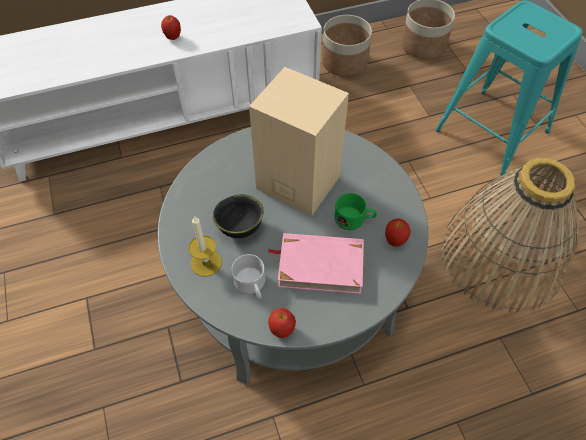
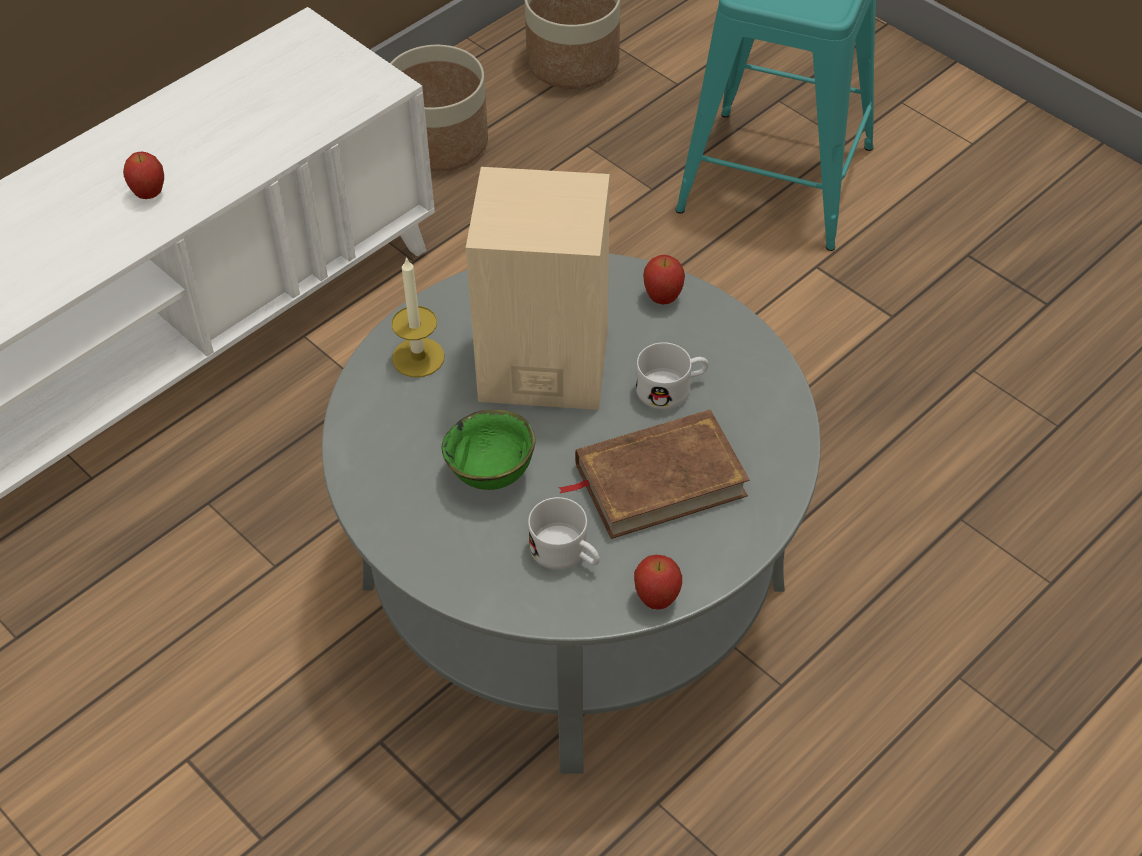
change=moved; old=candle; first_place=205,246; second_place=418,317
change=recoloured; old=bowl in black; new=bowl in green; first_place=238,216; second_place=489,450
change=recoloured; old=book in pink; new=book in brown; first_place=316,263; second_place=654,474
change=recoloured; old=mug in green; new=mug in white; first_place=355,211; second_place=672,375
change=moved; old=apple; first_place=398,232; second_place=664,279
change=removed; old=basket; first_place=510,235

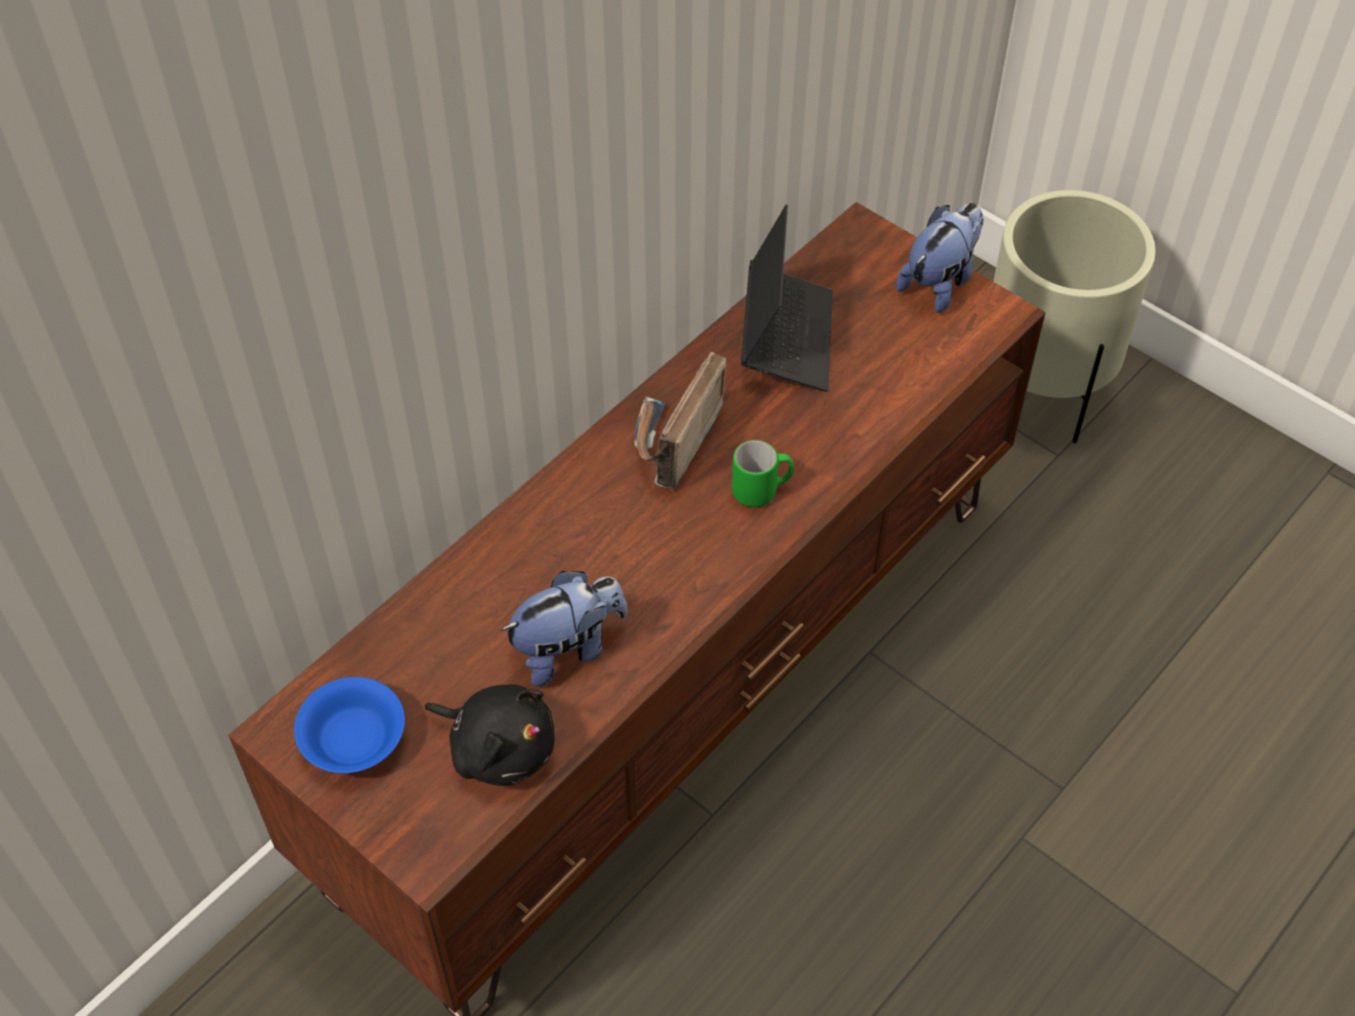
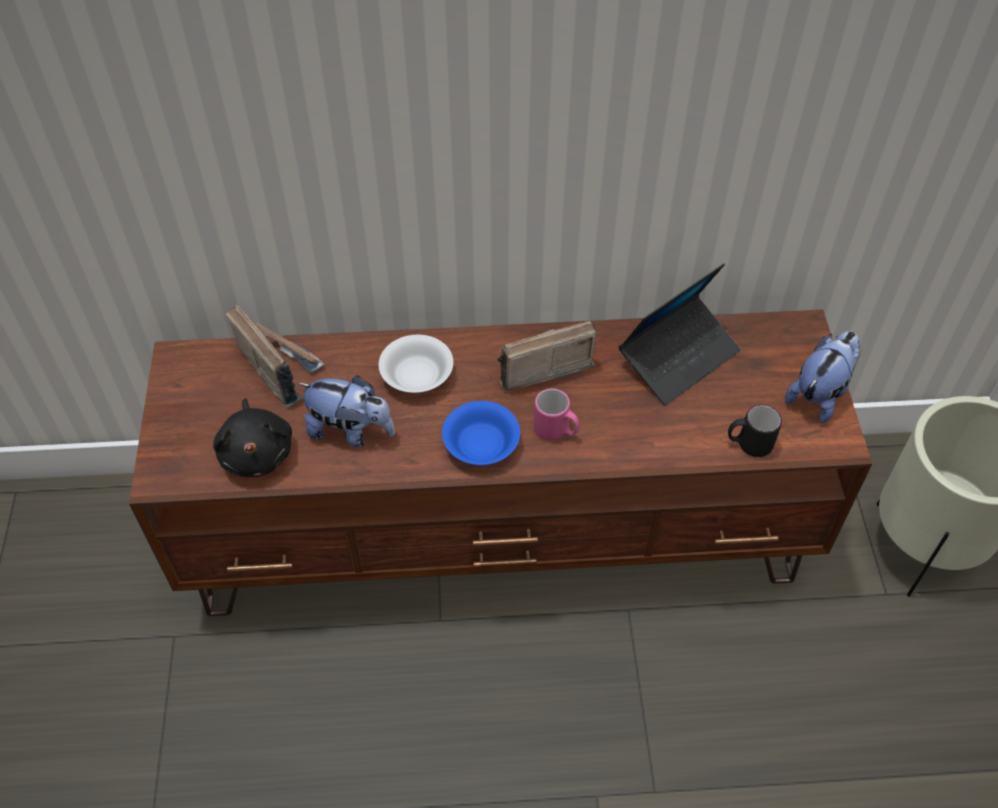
change=moved; old=bowl in blue; first_place=349,725; second_place=481,433
change=recoloured; old=mug in green; new=mug in pink; first_place=763,473; second_place=557,415
change=turned; old=plush toy; first_place=940,258; second_place=823,377; degrees=-45
change=added; new=radio; second_place=275,356
change=added; new=bowl in white; second_place=416,364
change=added; new=mug in black; second_place=755,431

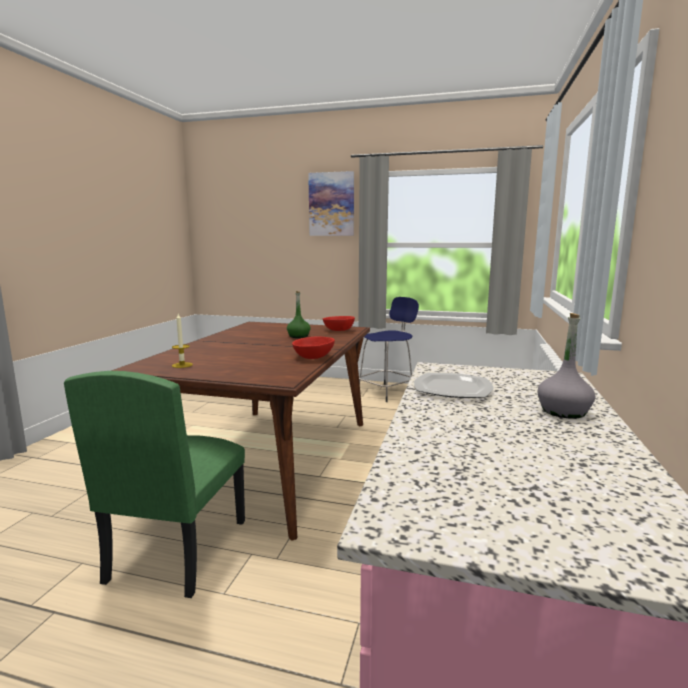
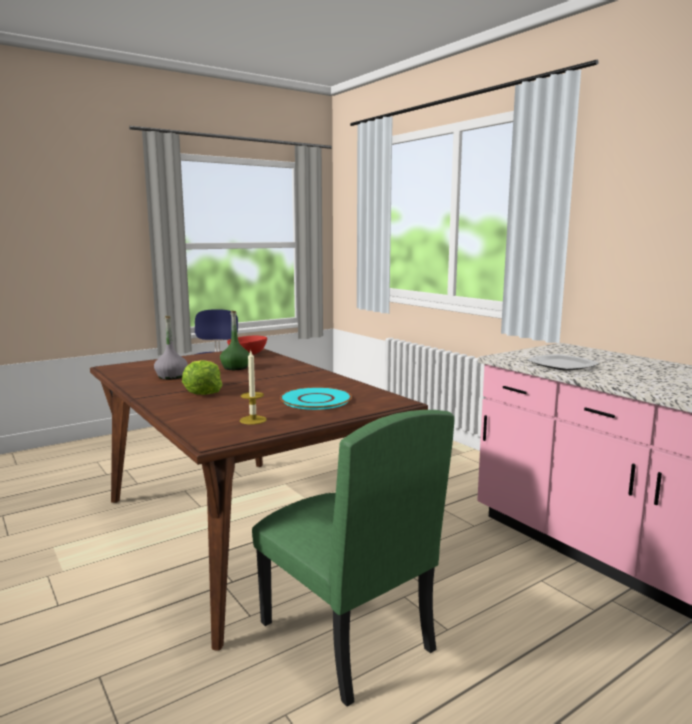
change=removed; old=bowl in red; first_place=313,347
change=removed; old=picture; first_place=331,203
change=moved; old=bottle in grey; first_place=566,366; second_place=171,348
change=added; new=lettuce; second_place=202,377
change=added; new=plate in turquoise; second_place=316,398

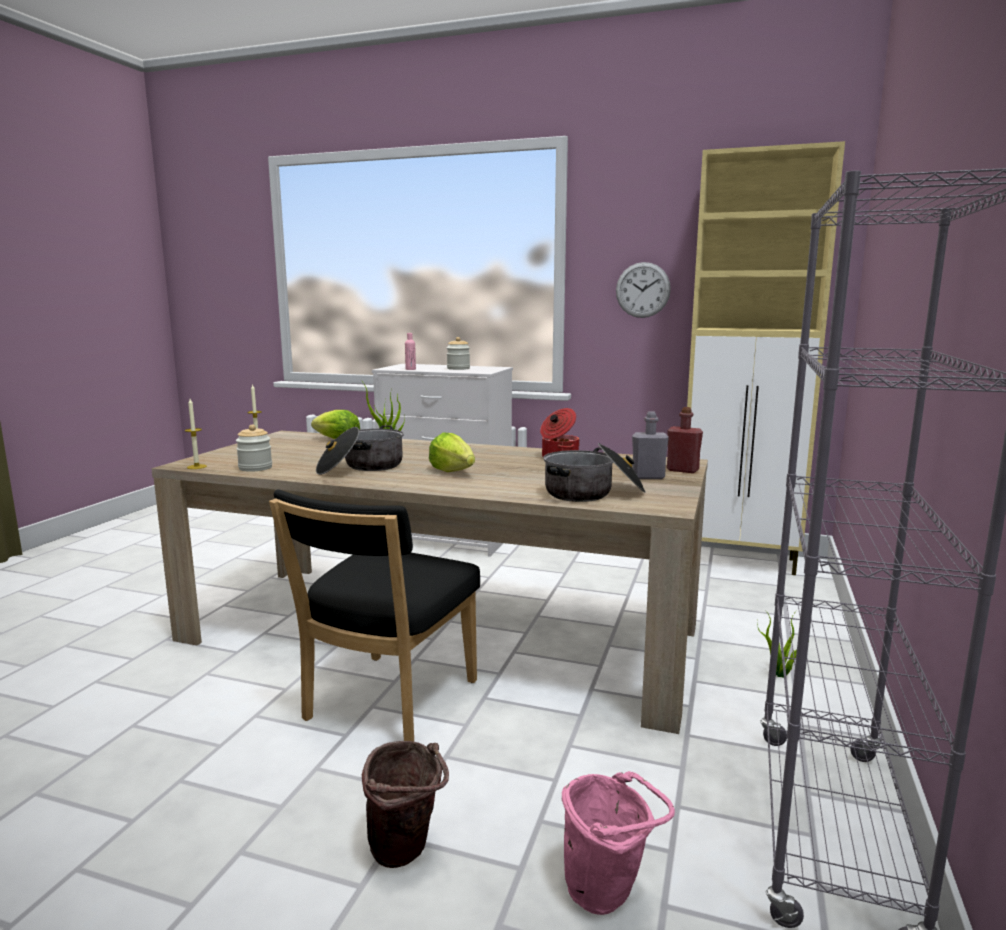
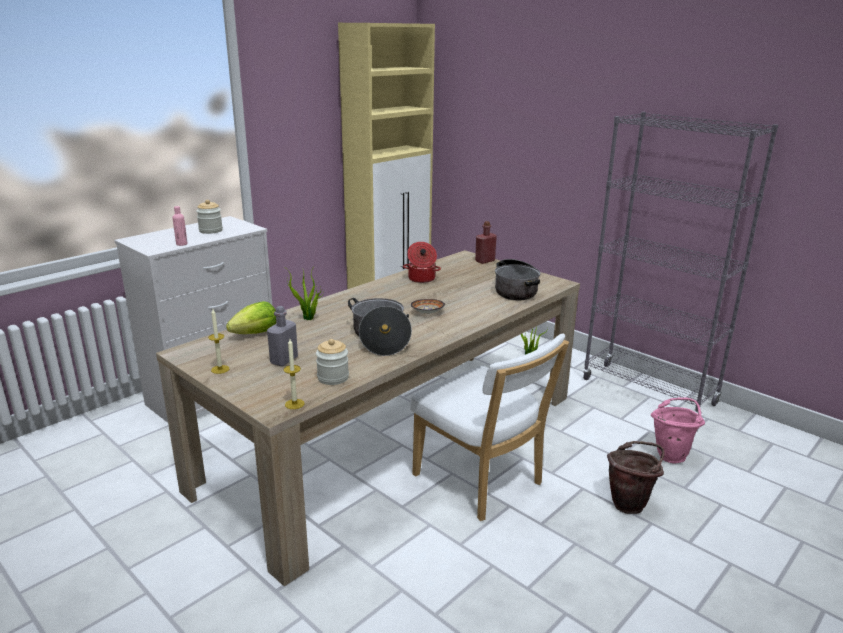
change=recoloured; old=chair in black; new=chair in white; first_place=374,615; second_place=489,427
change=replaced; old=lettuce; new=bowl; first_place=452,452; second_place=428,306
change=removed; old=wall clock; first_place=643,290
change=moved; old=bottle in grey; first_place=650,445; second_place=282,336

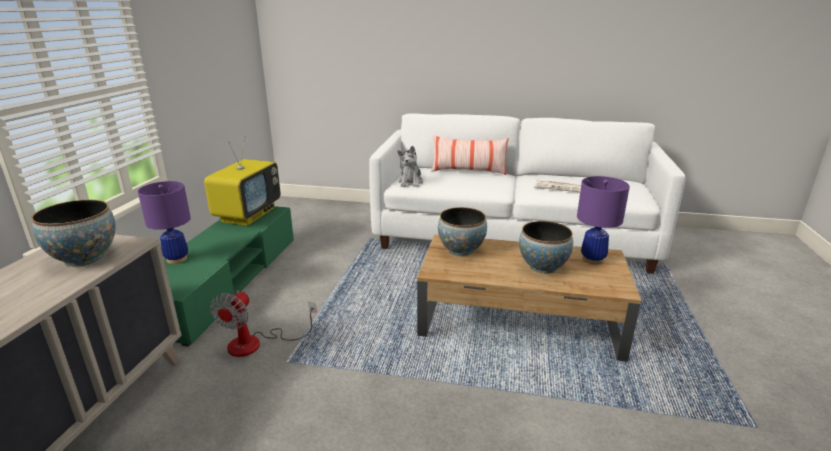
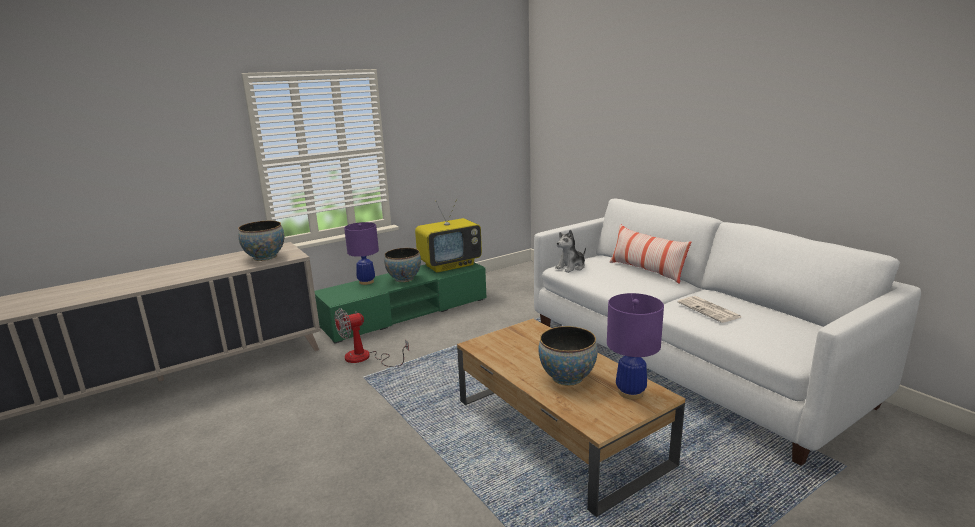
change=moved; old=bowl; first_place=462,231; second_place=402,265

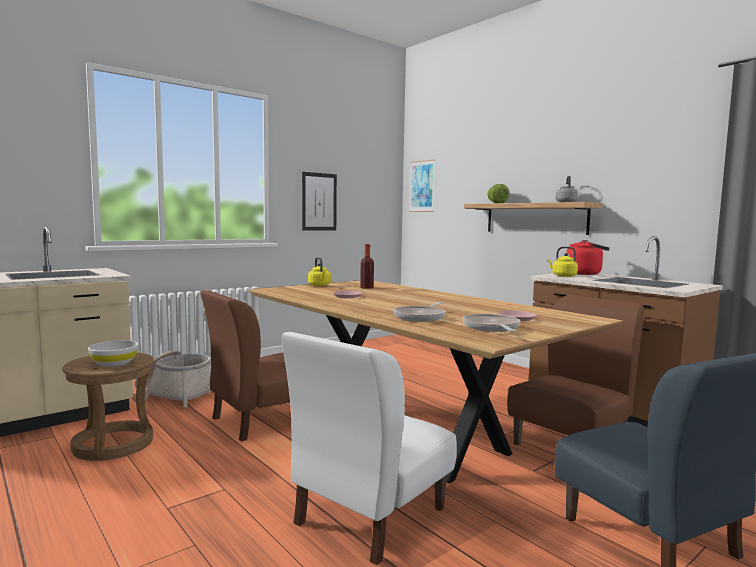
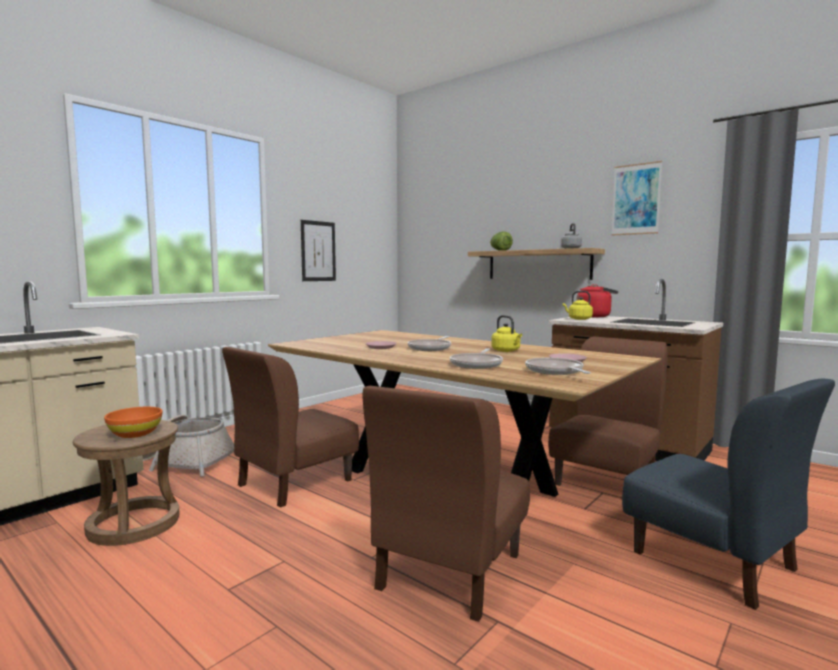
change=recoloured; old=bowl in white; new=bowl in orange; first_place=113,353; second_place=133,422
change=recoloured; old=chair in white; new=chair in brown; first_place=369,448; second_place=446,504
change=moved; old=kettle in yellow; first_place=319,271; second_place=506,333
change=removed; old=bottle; first_place=367,266
change=moved; old=picture; first_place=422,185; second_place=636,198
change=added; new=frying pan; second_place=429,343

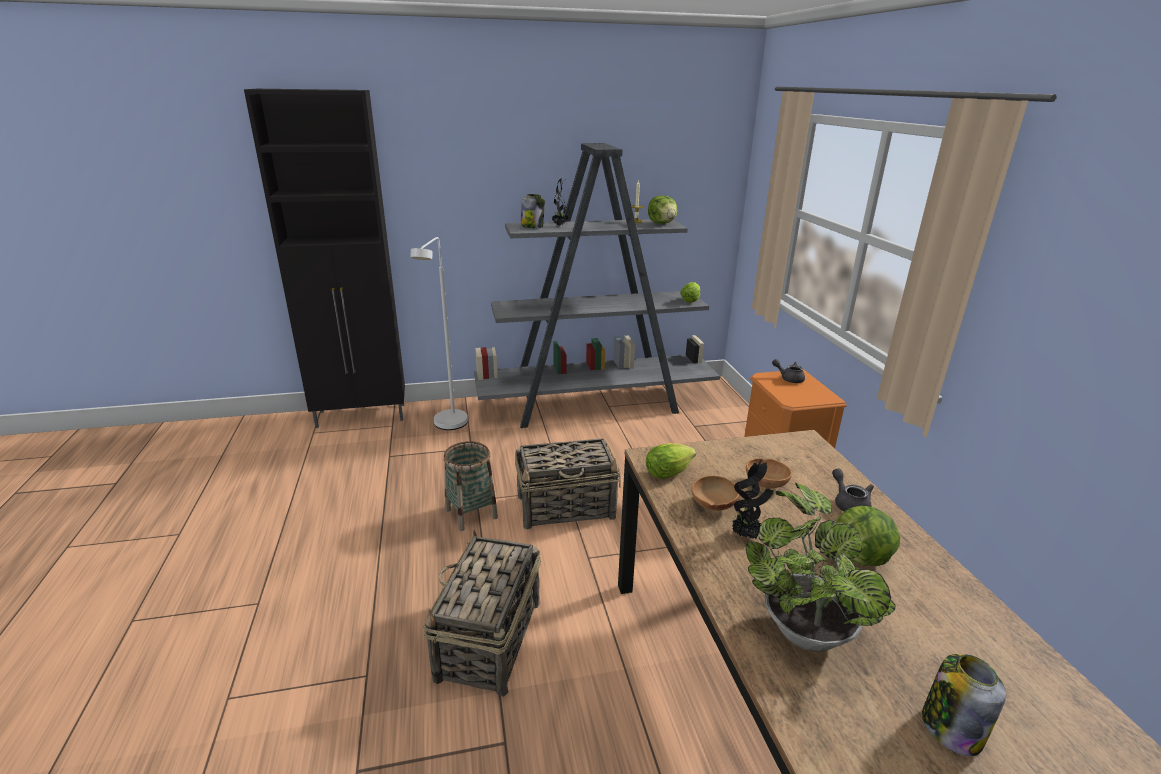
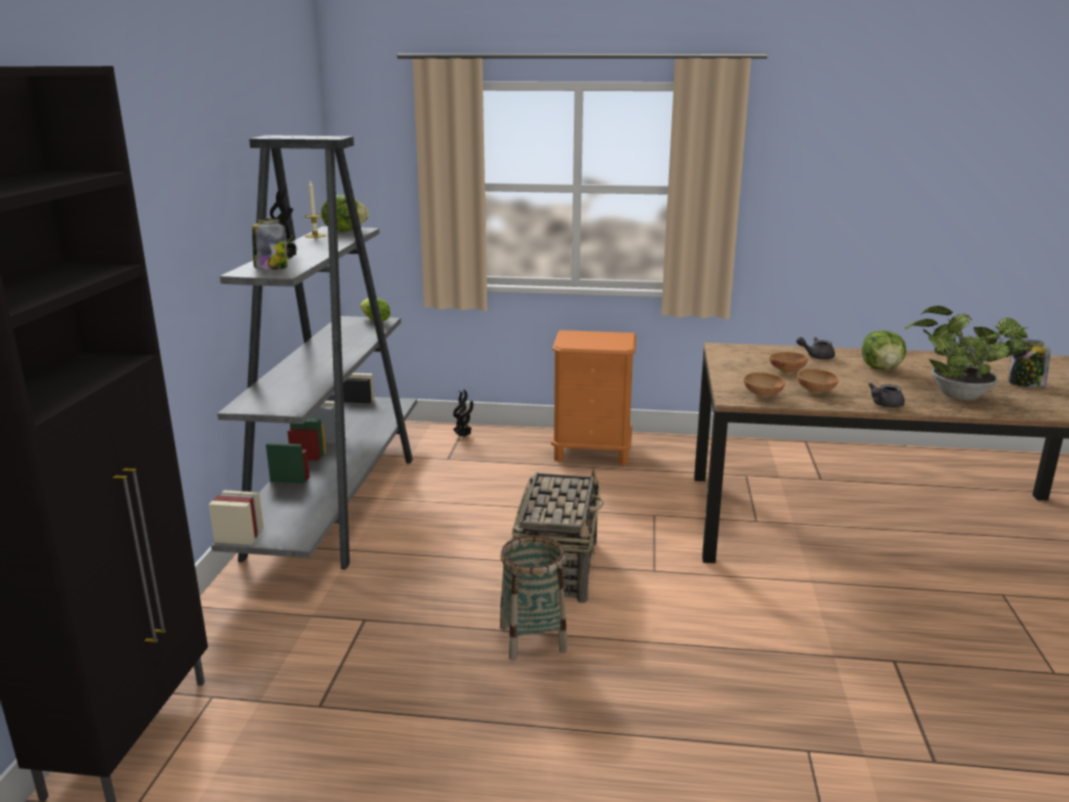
change=removed; old=floor lamp in white; first_place=439,333
change=removed; old=basket; first_place=482,613
change=replaced; old=lettuce; new=bowl in brown; first_place=671,461; second_place=764,384
change=moved; old=potted plant; first_place=753,499; second_place=463,413
change=moved; old=teapot in grey; first_place=788,371; second_place=886,395

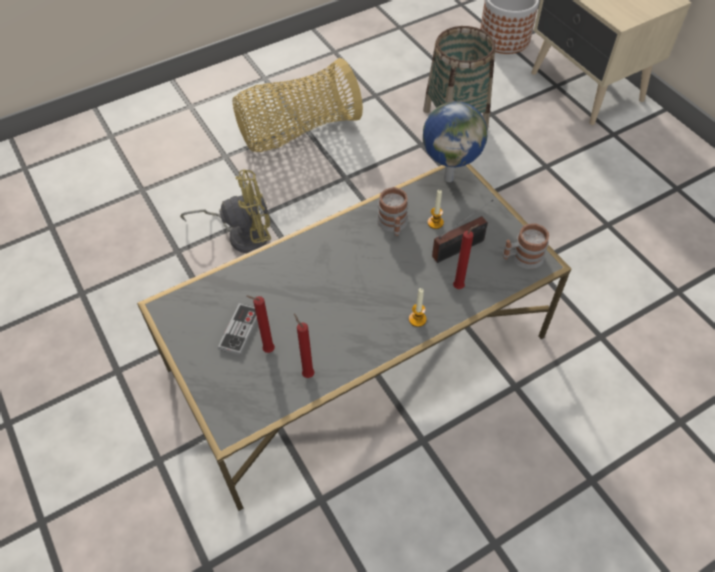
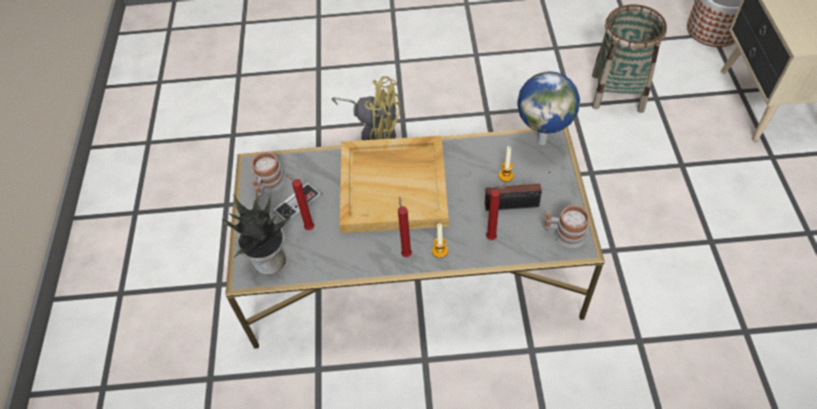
change=removed; old=basket; first_place=298,105
change=moved; old=candle in red; first_place=304,346; second_place=405,227
change=moved; old=mug; first_place=392,211; second_place=268,174
change=added; new=potted plant; second_place=256,233
change=added; new=tray in beige; second_place=394,184

